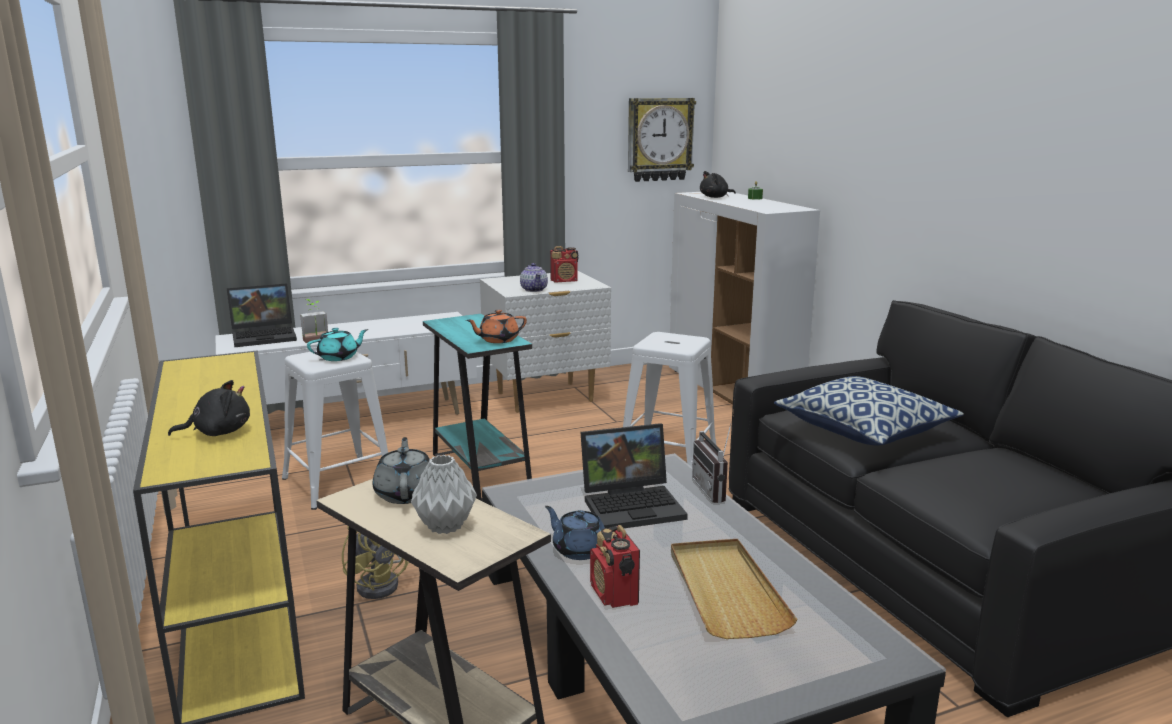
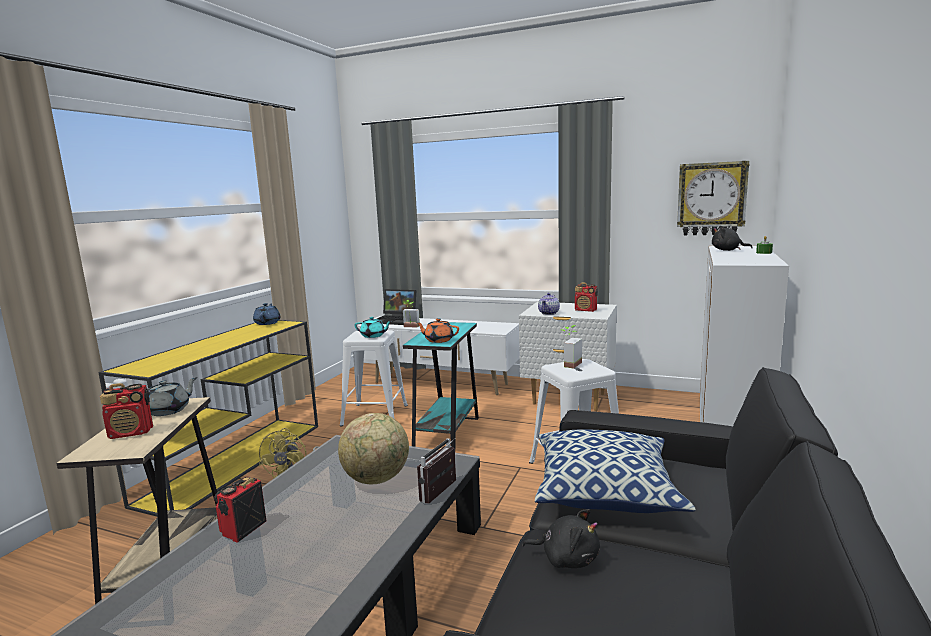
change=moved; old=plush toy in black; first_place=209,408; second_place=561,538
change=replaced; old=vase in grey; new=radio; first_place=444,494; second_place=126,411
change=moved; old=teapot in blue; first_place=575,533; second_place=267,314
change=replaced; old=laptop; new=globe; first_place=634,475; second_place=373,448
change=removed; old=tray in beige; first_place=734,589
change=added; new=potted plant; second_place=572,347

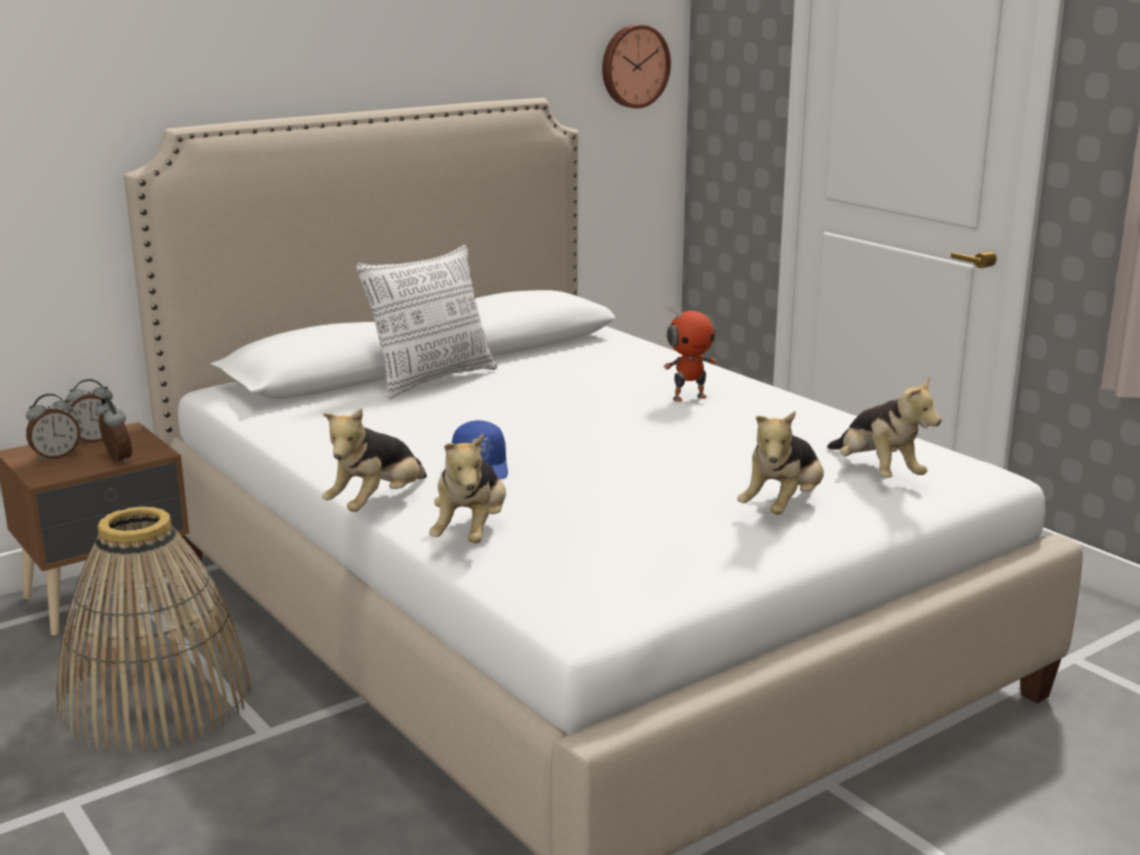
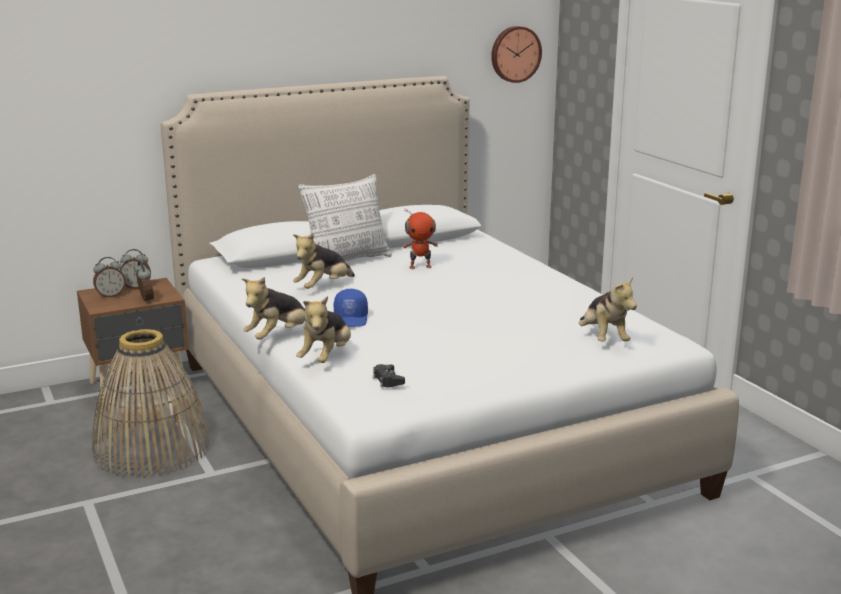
change=moved; old=toy robot; first_place=689,353; second_place=420,238
change=moved; old=plush toy; first_place=780,463; second_place=324,261
change=added; new=game controller in black; second_place=389,376

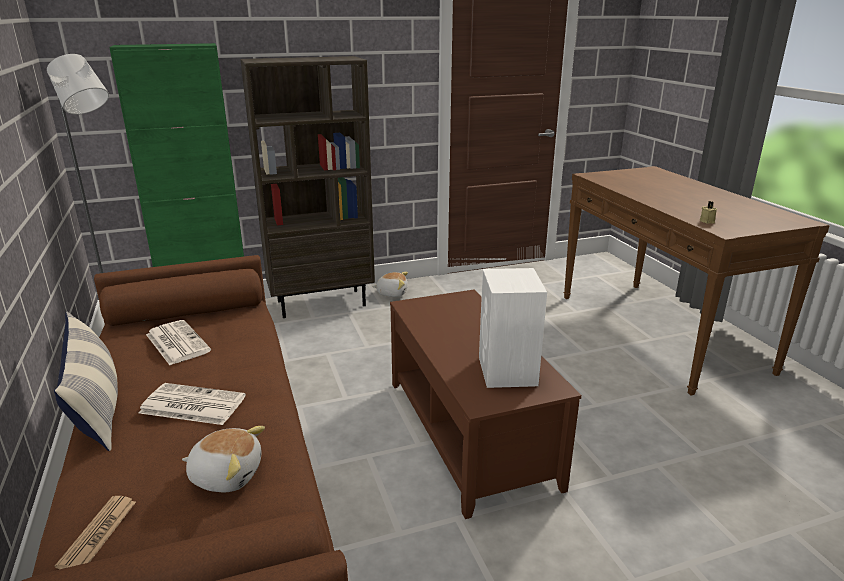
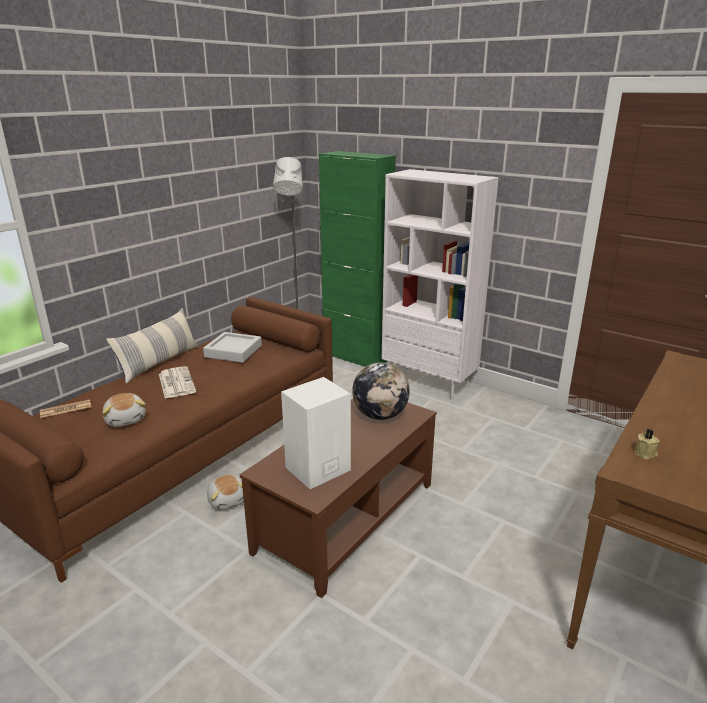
change=replaced; old=newspaper; new=tray in grey; first_place=178,342; second_place=232,347
change=recoloured; old=bookcase in brown; new=bookcase in white; first_place=307,187; second_place=440,284
change=moved; old=plush toy; first_place=390,284; second_place=225,492
change=added; new=globe; second_place=380,391

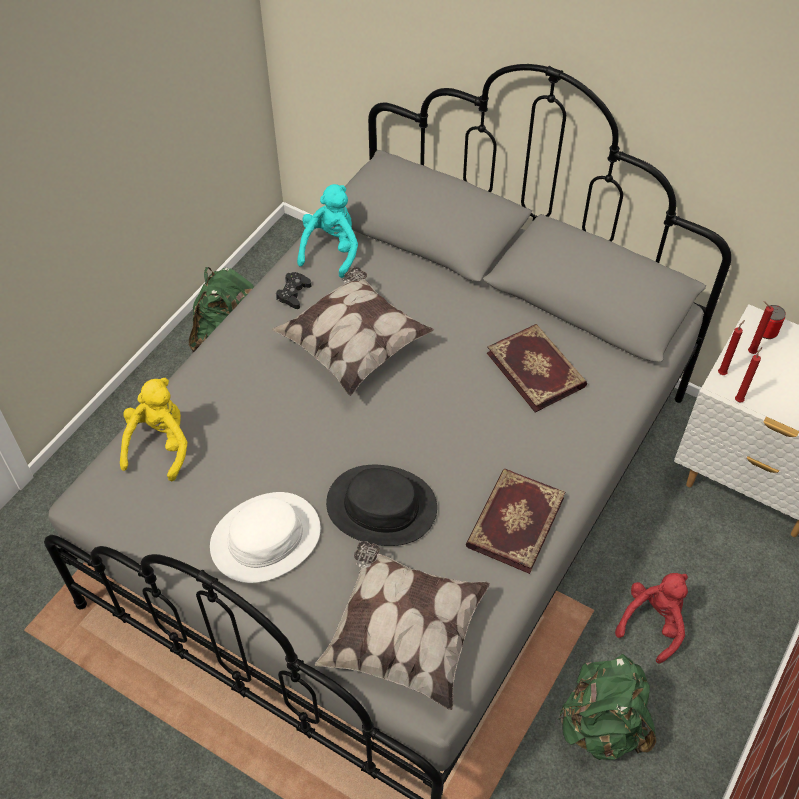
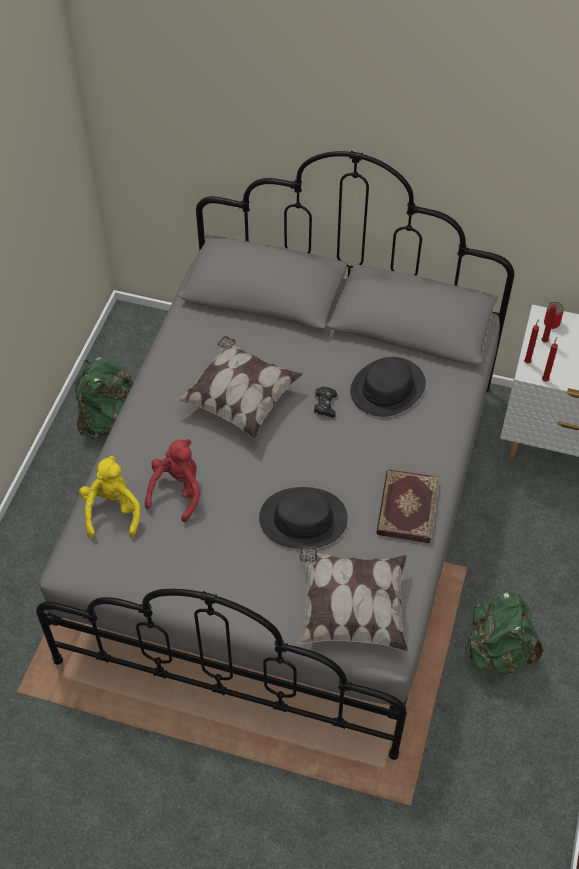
change=removed; old=hat in white; first_place=265,537
change=moved; old=game controller in black; first_place=293,290; second_place=325,402
change=removed; old=plush toy in turquoise; first_place=327,231
change=replaced; old=book; new=hat in black; first_place=537,368; second_place=388,387
change=moved; old=plush toy in red; first_place=651,618; second_place=172,480

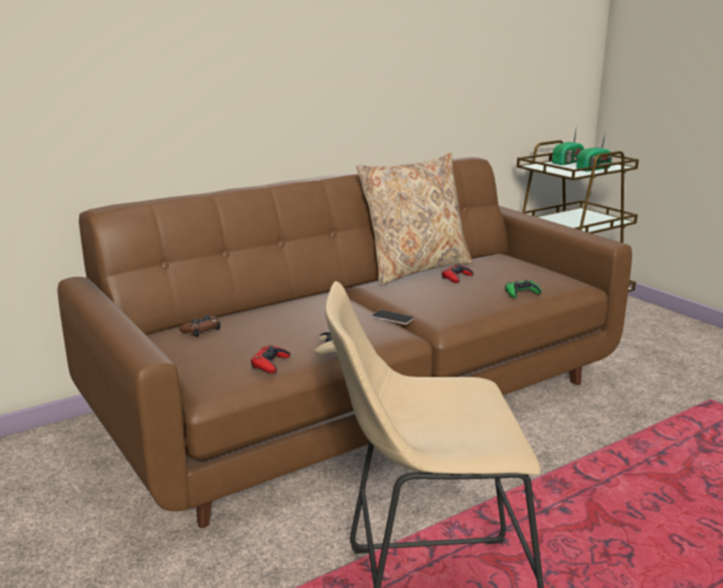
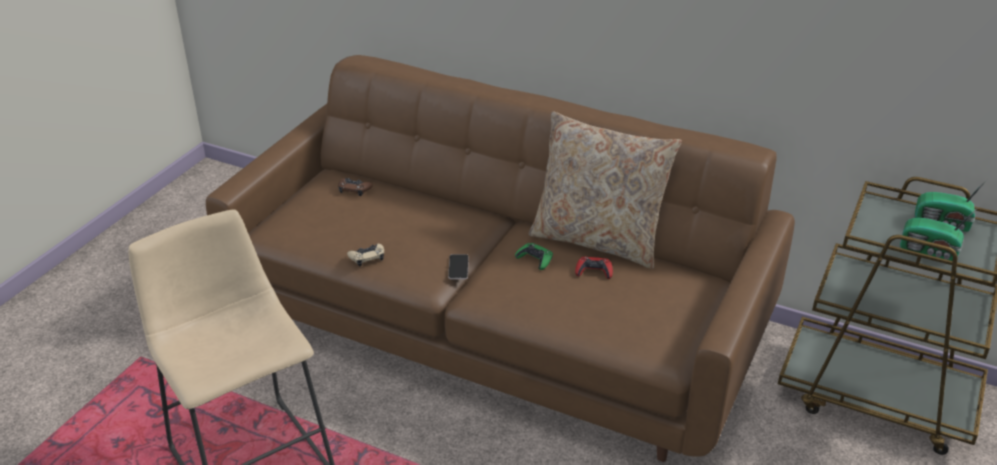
change=removed; old=game controller in red; first_place=271,359
change=moved; old=game controller in green; first_place=523,289; second_place=534,256

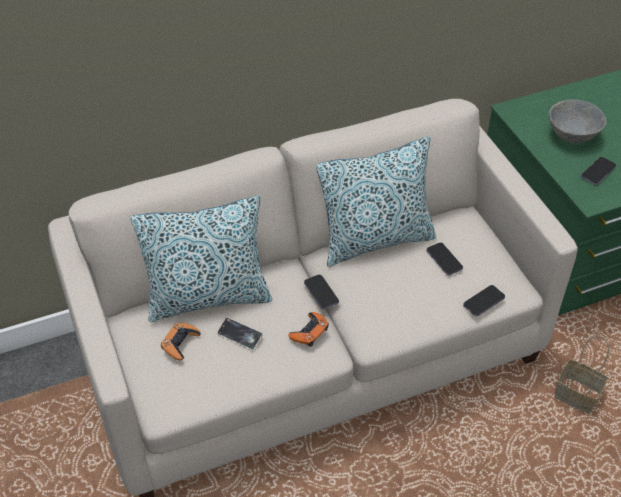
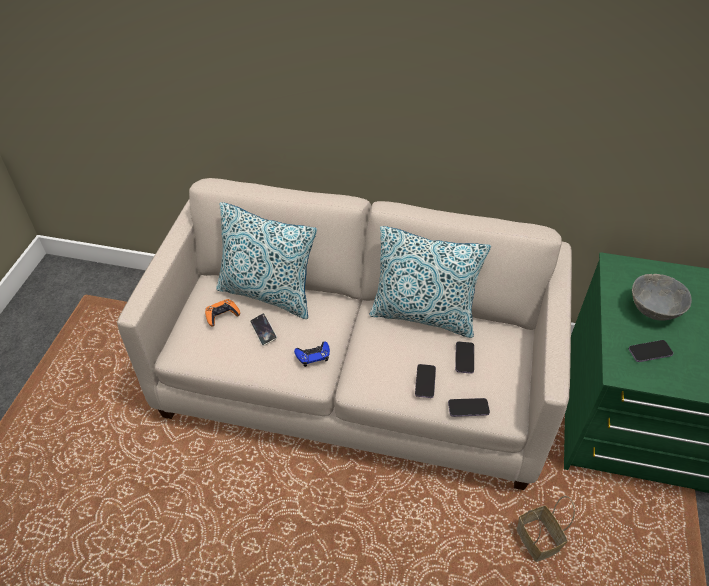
change=recoloured; old=game controller in orange; new=game controller in blue; first_place=308,329; second_place=312,354
change=moved; old=phone; first_place=321,291; second_place=425,381

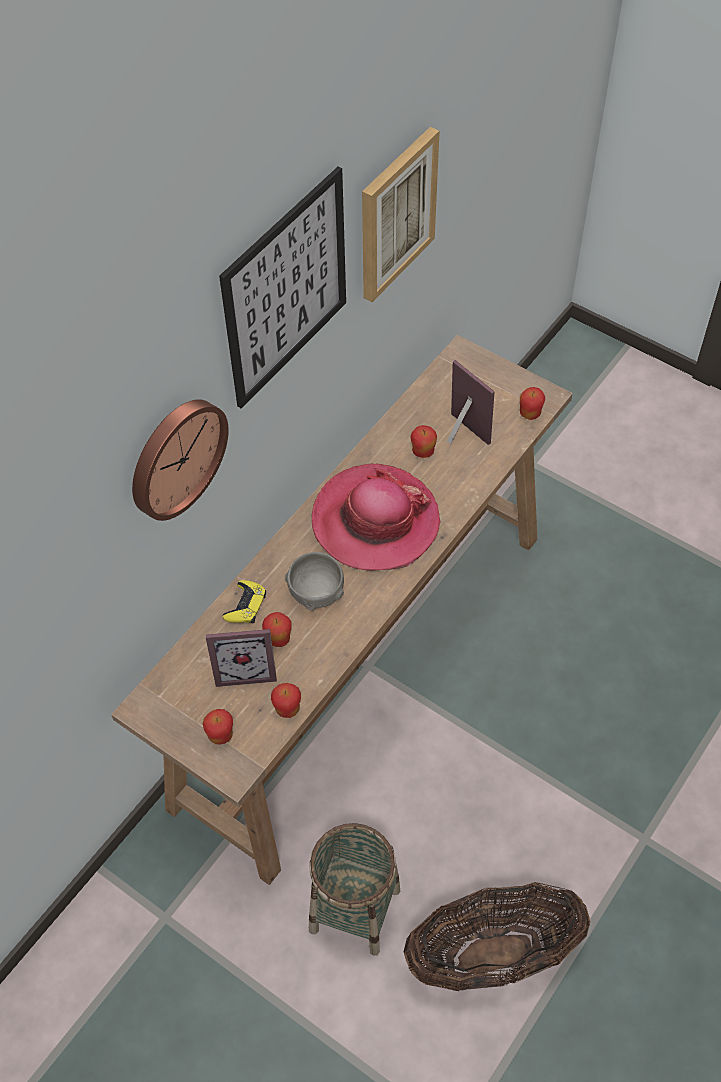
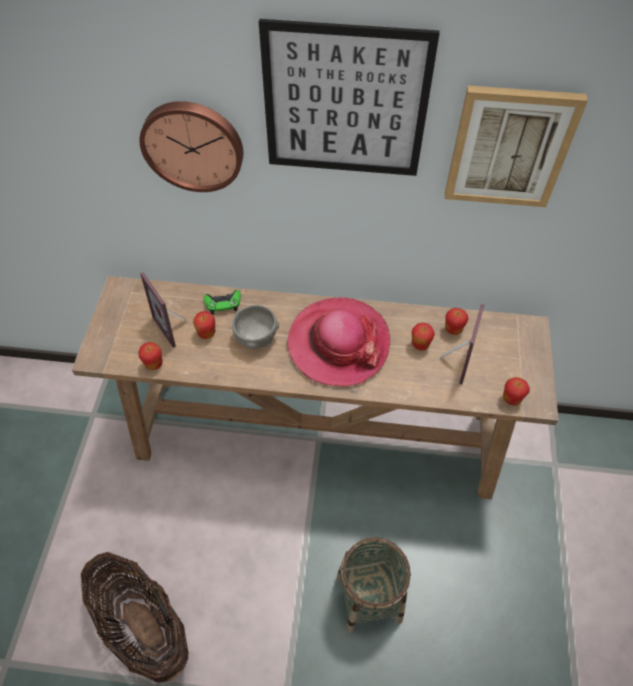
change=moved; old=apple; first_place=218,727; second_place=456,321
change=recoloured; old=game controller in yellow; new=game controller in green; first_place=244,601; second_place=222,302
change=moved; old=basket; first_place=354,889; second_place=373,585

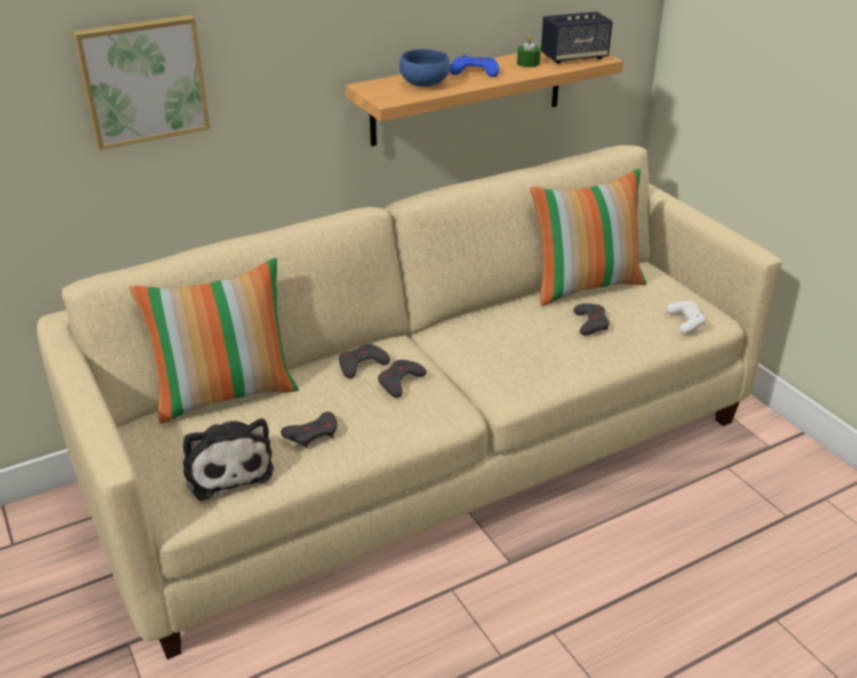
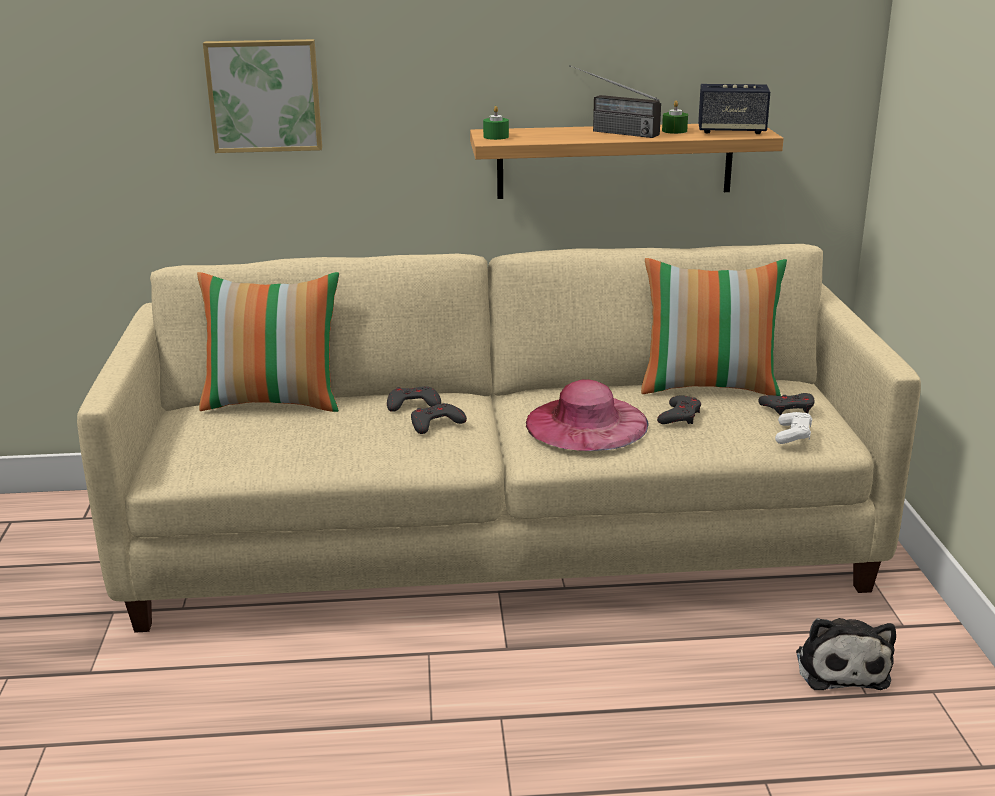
change=moved; old=plush toy; first_place=228,459; second_place=846,654
change=moved; old=game controller in grey; first_place=309,430; second_place=786,404
change=removed; old=bowl in blue; first_place=424,68
change=replaced; old=game controller in blue; new=radio; first_place=474,65; second_place=615,101
change=added; new=candle in green; second_place=496,123
change=added; new=hat in pink; second_place=587,415

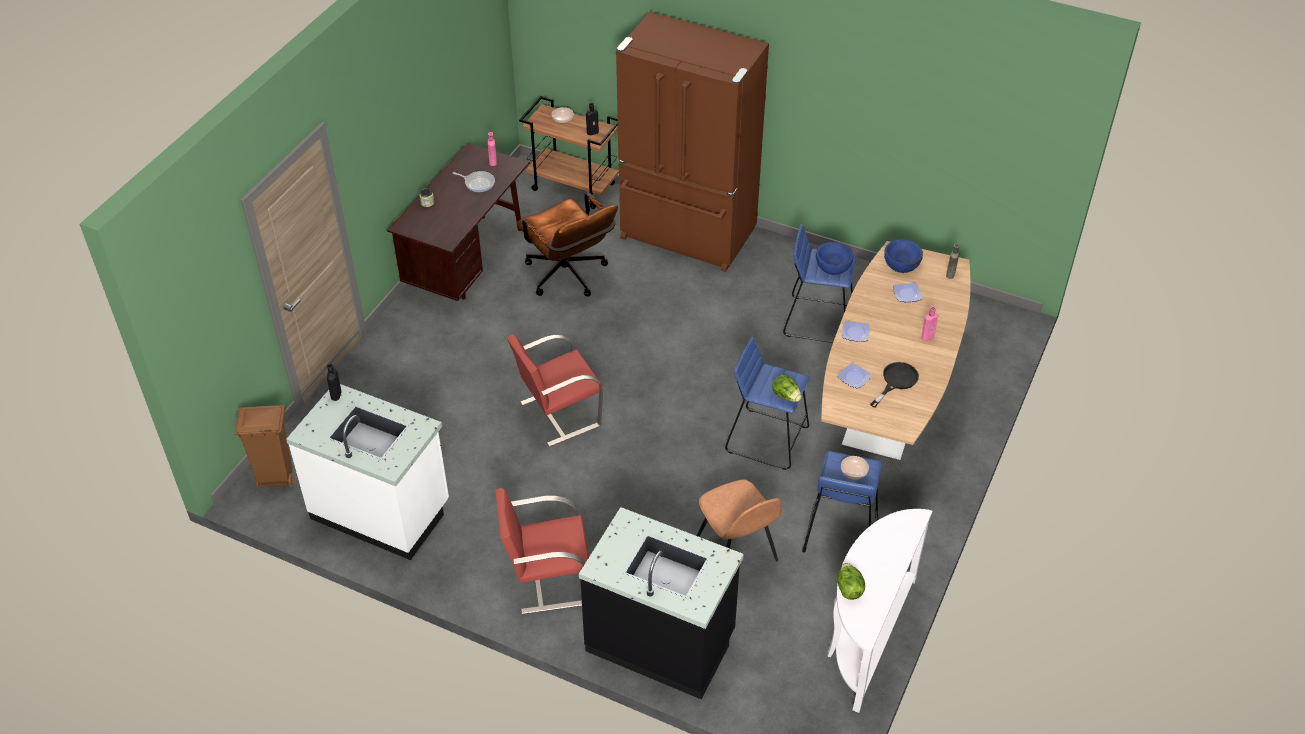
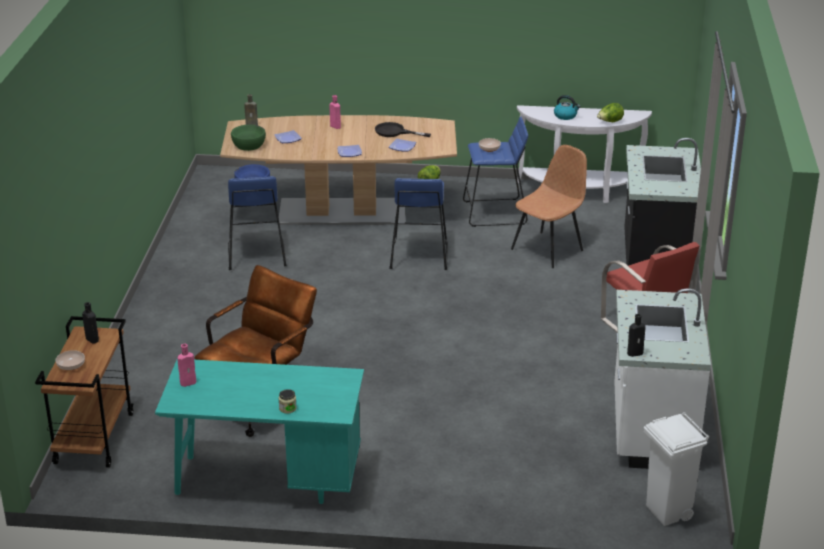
change=recoloured; old=trash can in brown; new=trash can in white; first_place=264,446; second_place=676,469
change=recoloured; old=desk in brown; new=desk in turquoise; first_place=458,222; second_place=259,432
change=removed; old=frying pan; first_place=473,181
change=removed; old=chair in red; first_place=555,391
change=removed; old=fridge in brown; first_place=692,142
change=recoloured; old=bowl in blue; new=bowl in green; first_place=903,256; second_place=248,138
change=added; new=kettle; second_place=567,107

